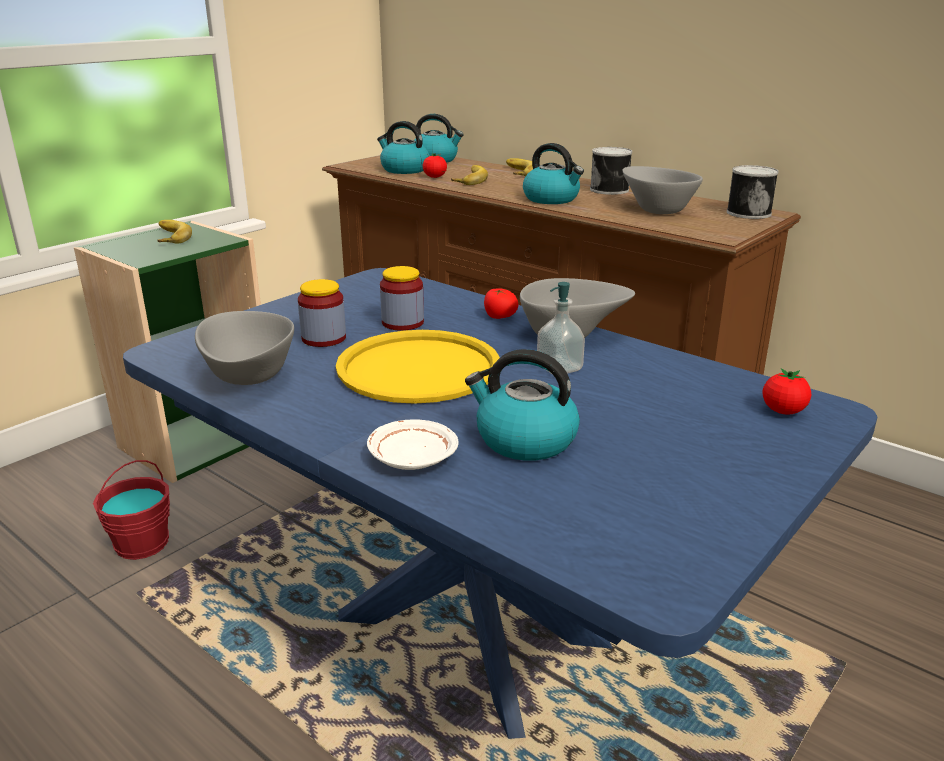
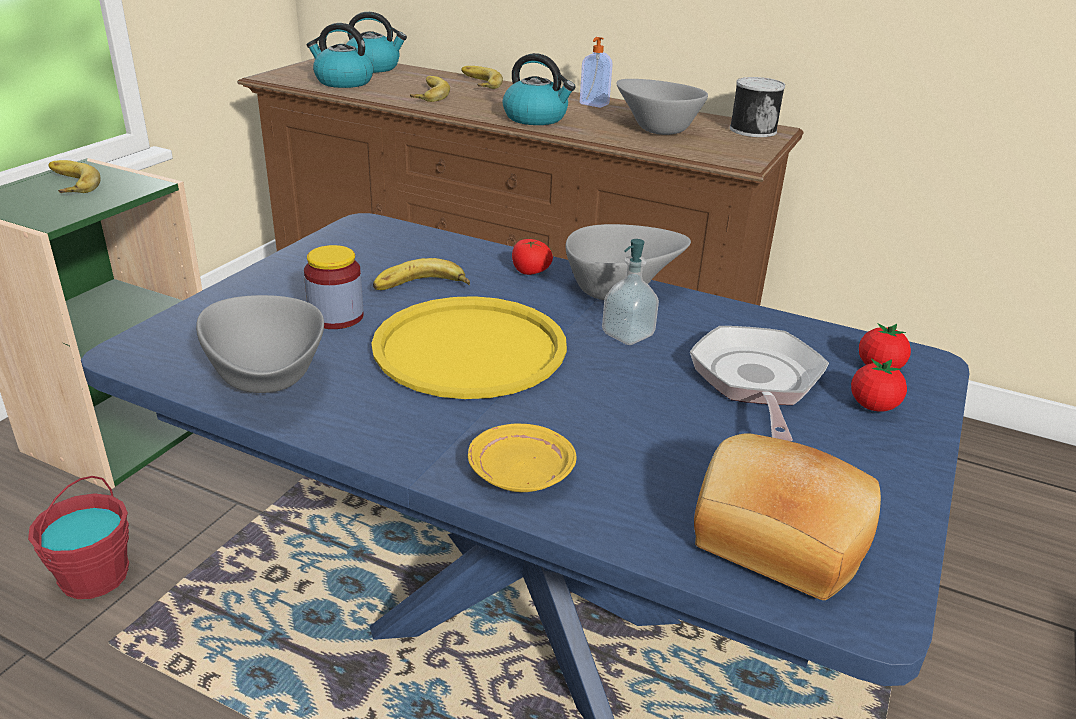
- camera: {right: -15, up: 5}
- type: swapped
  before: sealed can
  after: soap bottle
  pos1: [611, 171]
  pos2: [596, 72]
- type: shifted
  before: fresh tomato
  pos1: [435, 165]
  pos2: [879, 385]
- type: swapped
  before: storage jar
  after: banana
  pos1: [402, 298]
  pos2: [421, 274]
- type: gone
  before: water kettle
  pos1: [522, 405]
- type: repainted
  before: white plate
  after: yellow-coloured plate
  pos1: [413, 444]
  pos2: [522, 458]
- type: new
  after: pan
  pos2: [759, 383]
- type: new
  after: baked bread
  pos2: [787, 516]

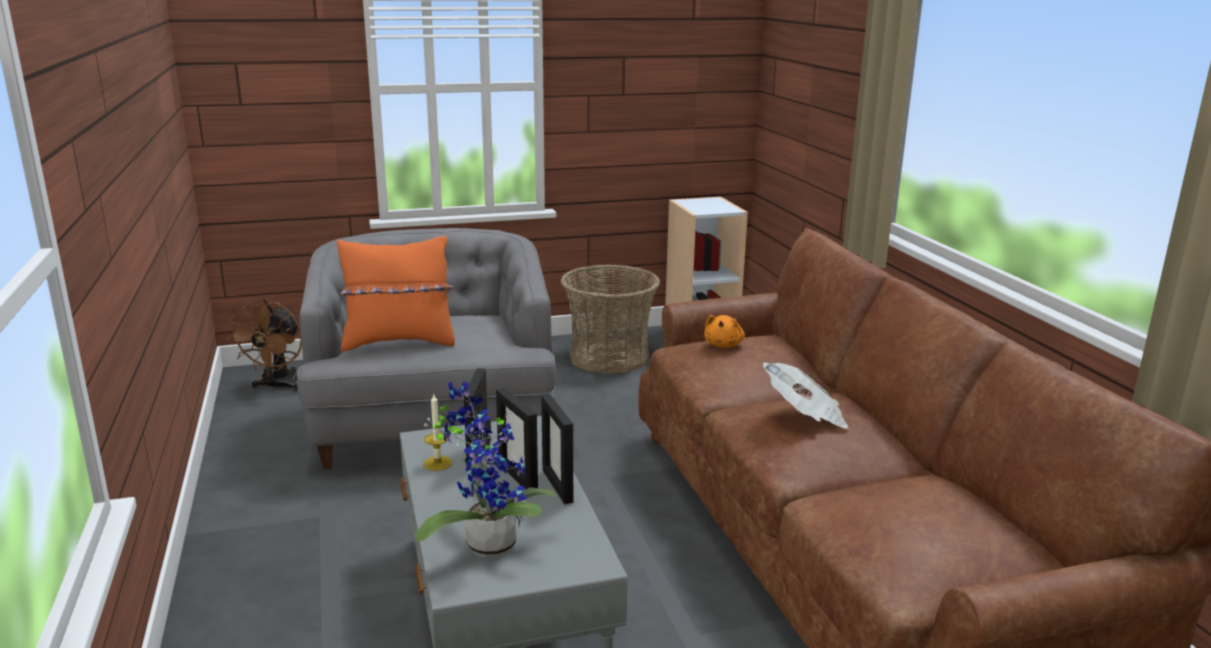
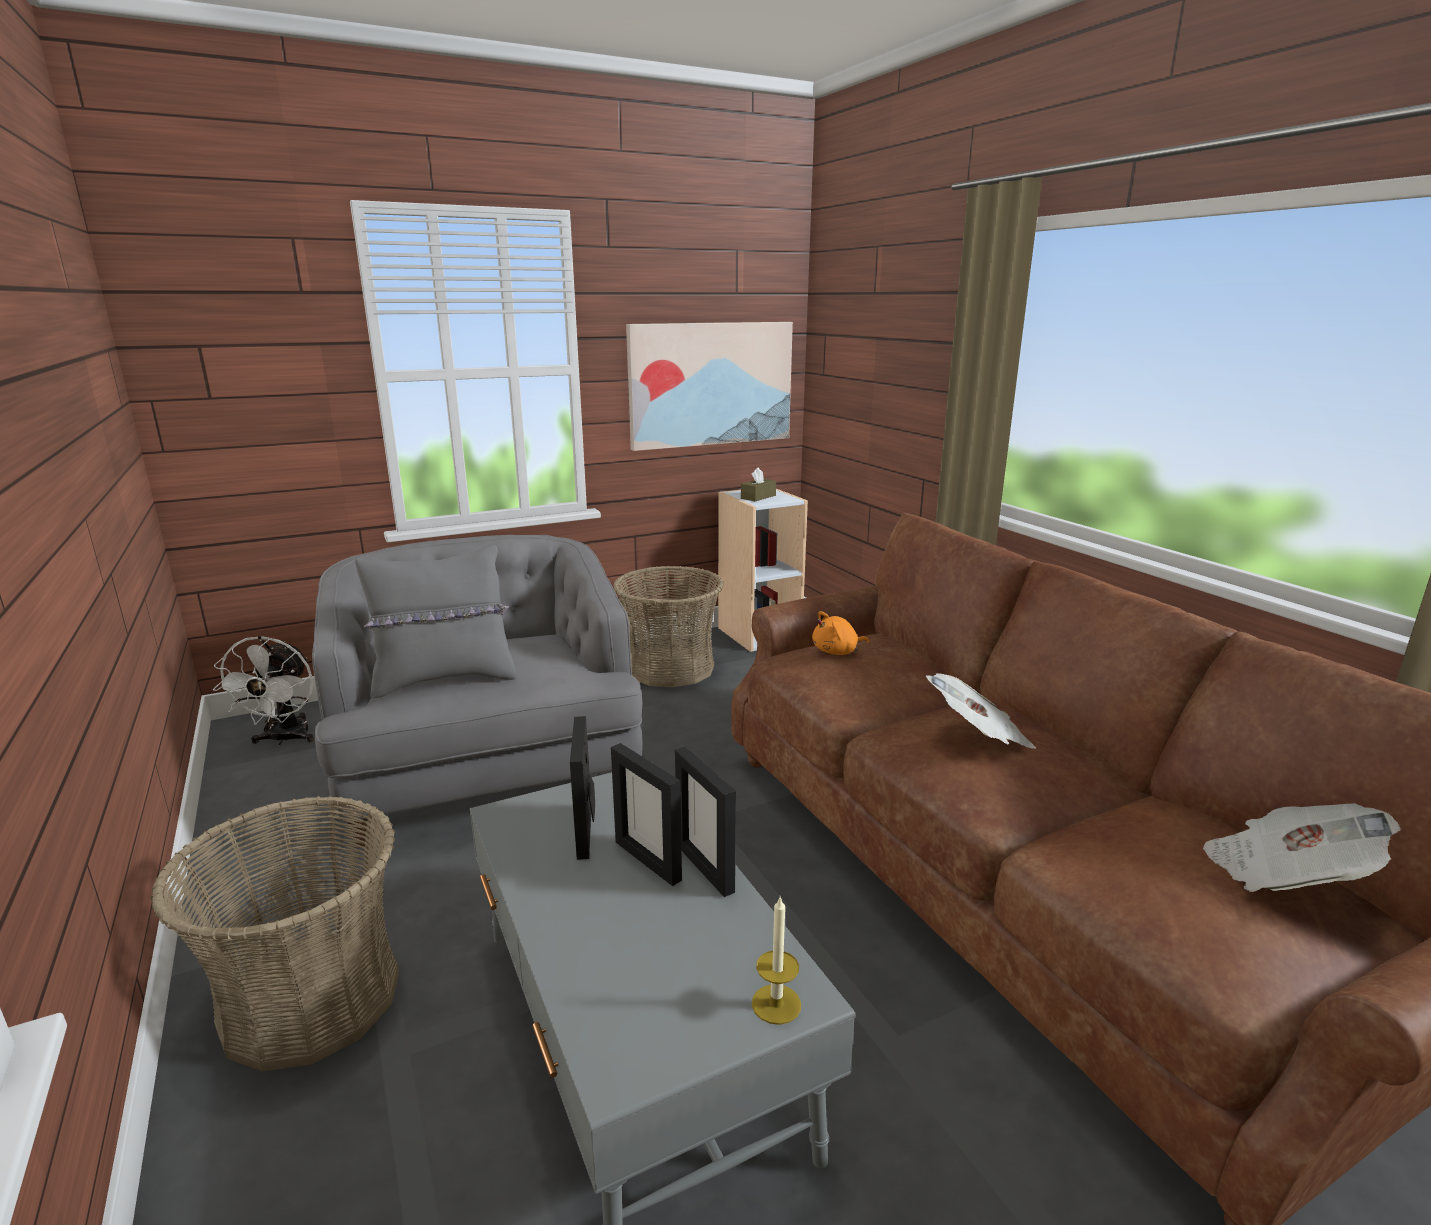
- camera: {right: -10, up: 0}
- type: repainted
  before: orangey pillow
  after: grey pillow
  pos1: [396, 293]
  pos2: [435, 622]
- type: repainted
  before: brown fan
  after: white fan
  pos1: [264, 345]
  pos2: [263, 690]
- type: rotated
  before: orangey plush toy
  pos1: [724, 331]
  pos2: [840, 633]
  turn: 60
- type: gone
  before: houseplant
  pos1: [486, 469]
- type: shifted
  before: wax candle
  pos1: [437, 432]
  pos2: [776, 961]
- type: new
  after: wall picture
  pos2: [709, 386]
- type: new
  after: brown tissue box
  pos2: [758, 484]
- type: new
  after: household basket
  pos2: [275, 934]
- type: new
  after: daily paper
  pos2: [1302, 847]

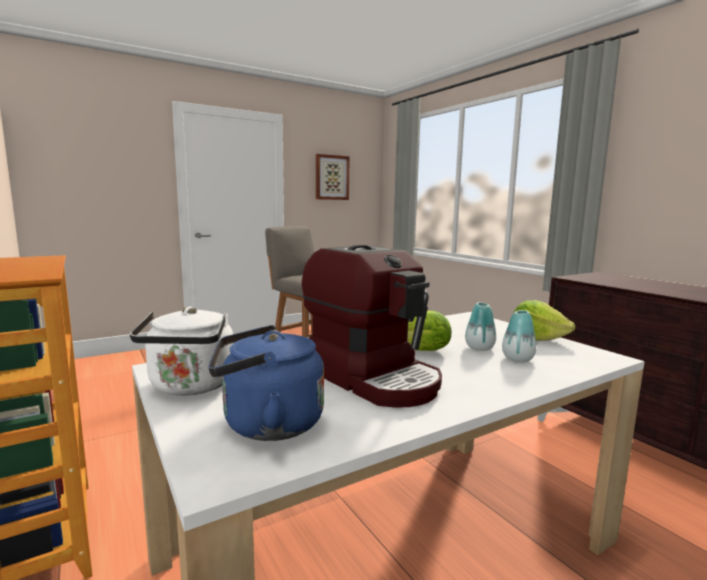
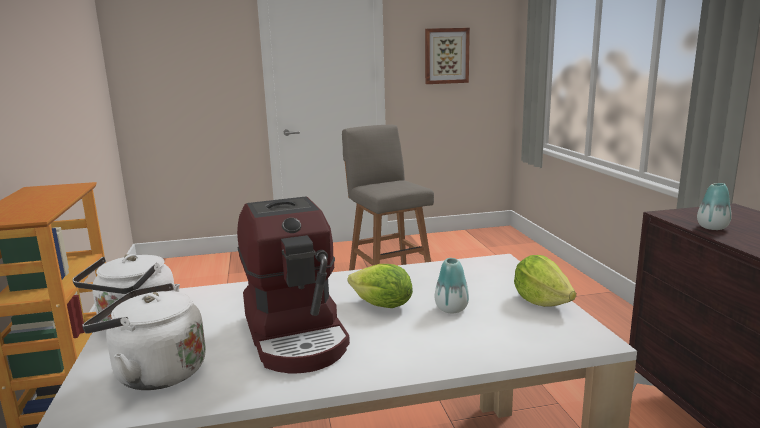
- camera: {right: 20, up: 5}
- type: shifted
  before: decorative vase
  pos1: [519, 336]
  pos2: [714, 206]
- type: repainted
  before: bluish water kettle
  after: white water kettle
  pos1: [266, 383]
  pos2: [144, 336]

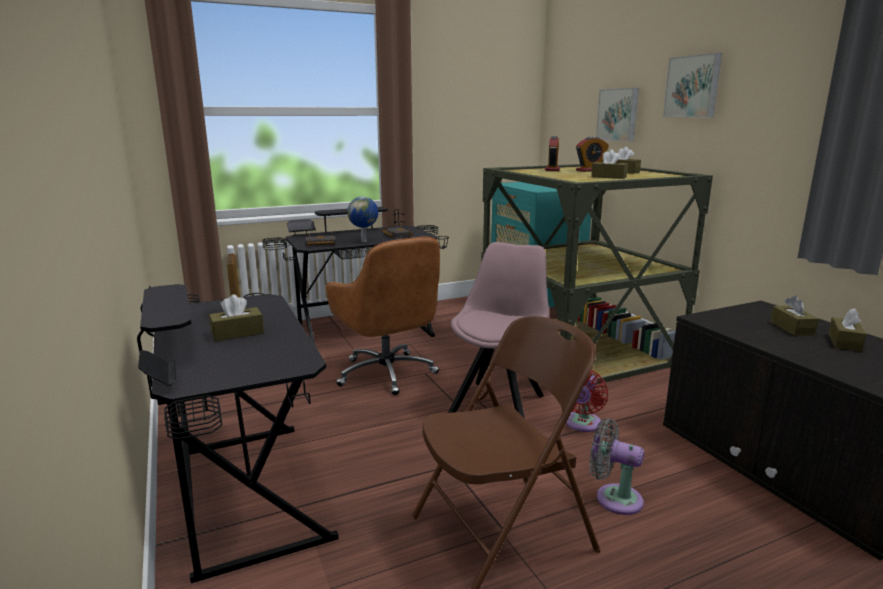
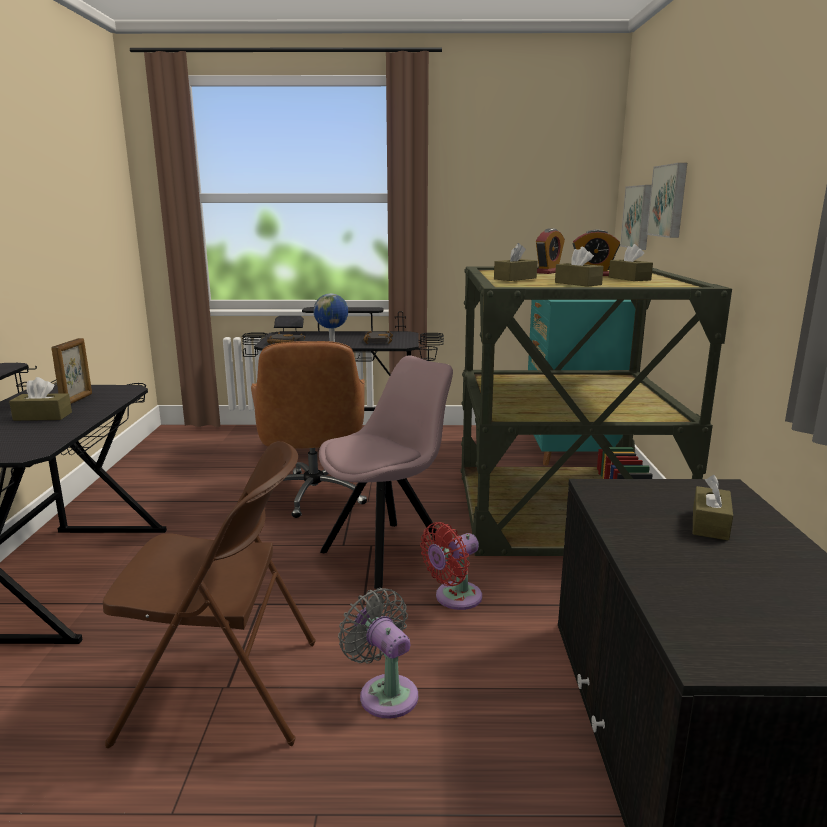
- camera: {right: 25, up: 0}
- type: shifted
  before: wall picture
  pos1: [692, 85]
  pos2: [636, 217]
- type: shifted
  before: brown tissue box
  pos1: [847, 330]
  pos2: [516, 262]

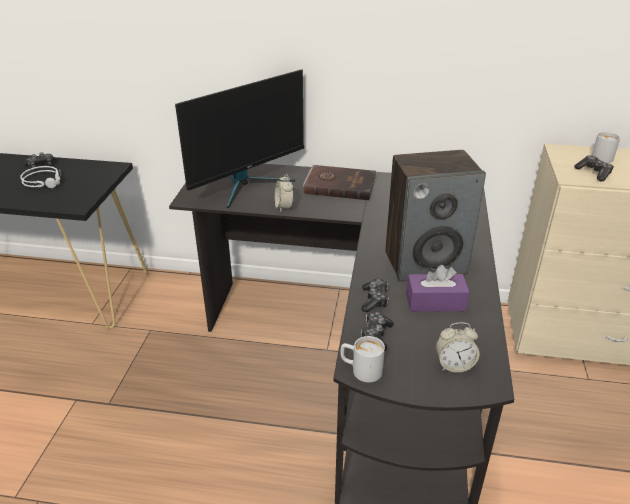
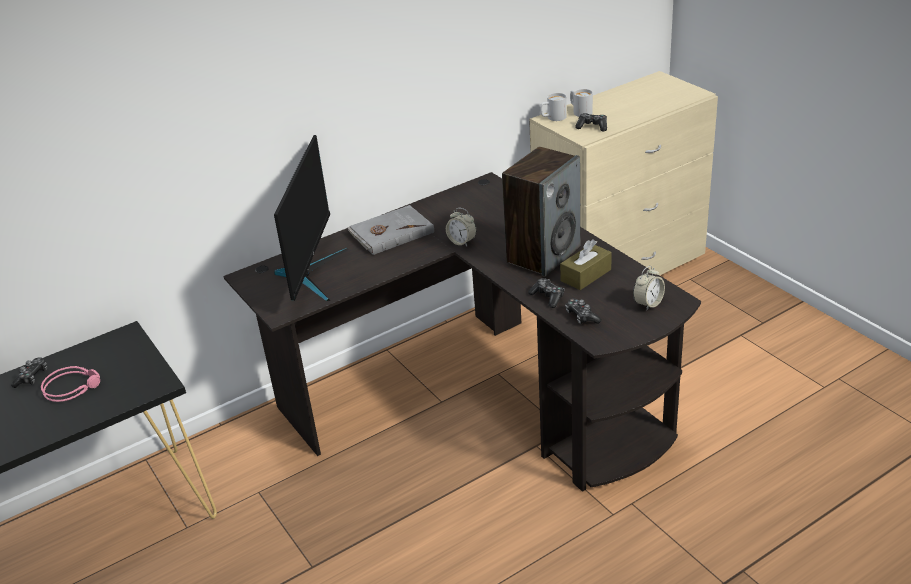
- camera: {right: -40, up: 0}
- type: repainted
  before: brown book
  after: grey book
  pos1: [340, 182]
  pos2: [390, 230]
- type: repainted
  before: grey headphones
  after: pink headphones
  pos1: [40, 177]
  pos2: [70, 384]
- type: shifted
  before: bedside clock
  pos1: [284, 192]
  pos2: [461, 227]
- type: repainted
  before: purplish tissue box
  after: brown tissue box
  pos1: [438, 288]
  pos2: [586, 264]
- type: shifted
  before: white mug
  pos1: [362, 359]
  pos2: [553, 107]

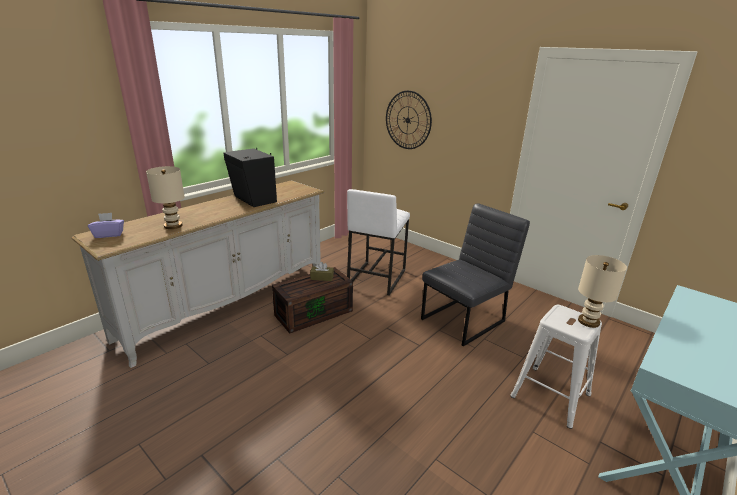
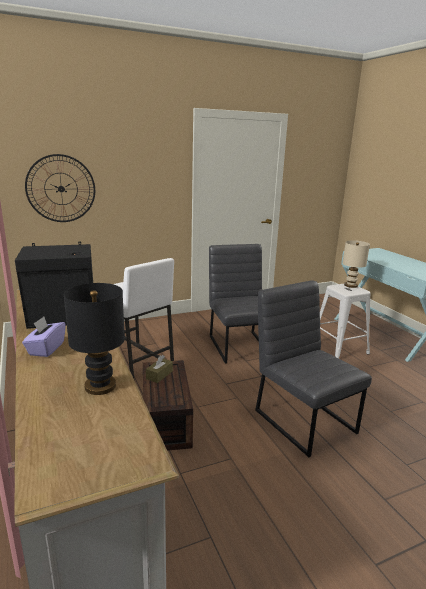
- camera: {right: -65, up: -5}
- type: repainted
  before: beige tabletop lamp
  after: blackish tabletop lamp
  pos1: [165, 197]
  pos2: [94, 339]
- type: shifted
  before: purplish tissue box
  pos1: [106, 225]
  pos2: [44, 336]
- type: new
  after: grey upright chair
  pos2: [313, 368]

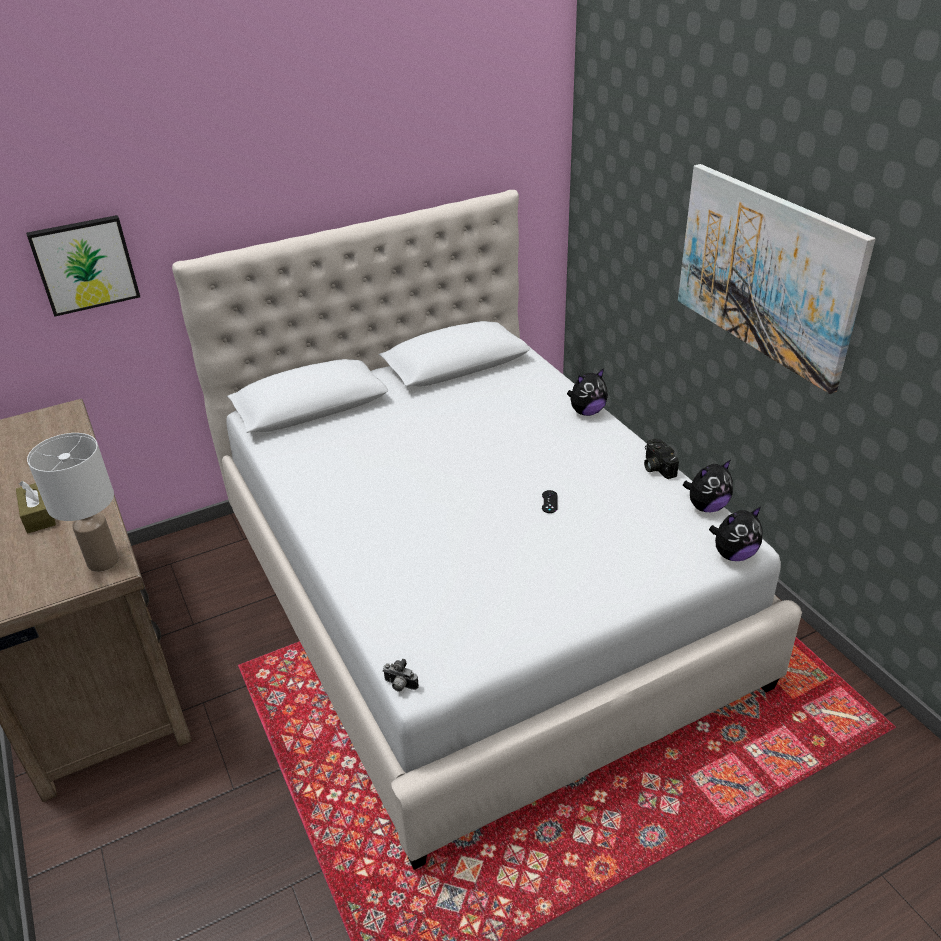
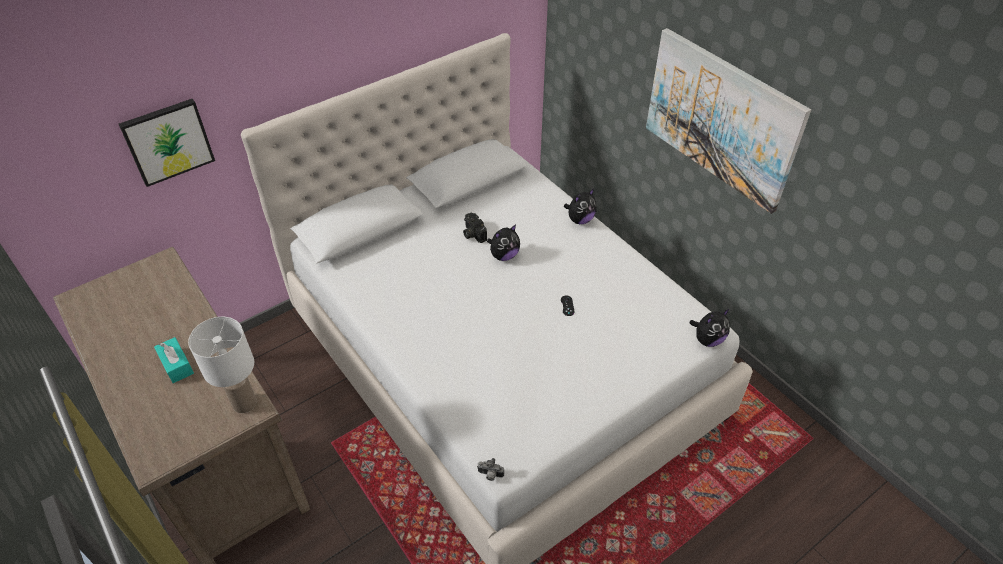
- camera: {right: -10, up: 10}
- type: shifted
  before: photo camera
  pos1: [661, 458]
  pos2: [475, 227]
- type: shifted
  before: plush toy
  pos1: [708, 486]
  pos2: [503, 242]
- type: repainted
  before: brown tissue box
  after: turquoise tissue box
  pos1: [36, 507]
  pos2: [174, 360]

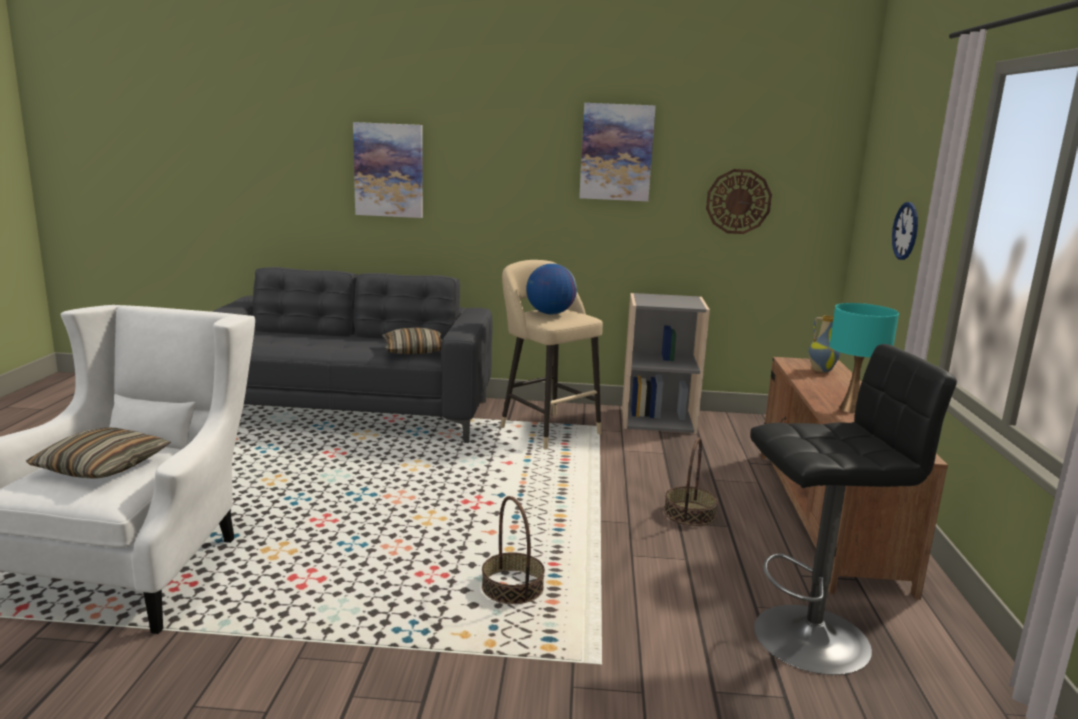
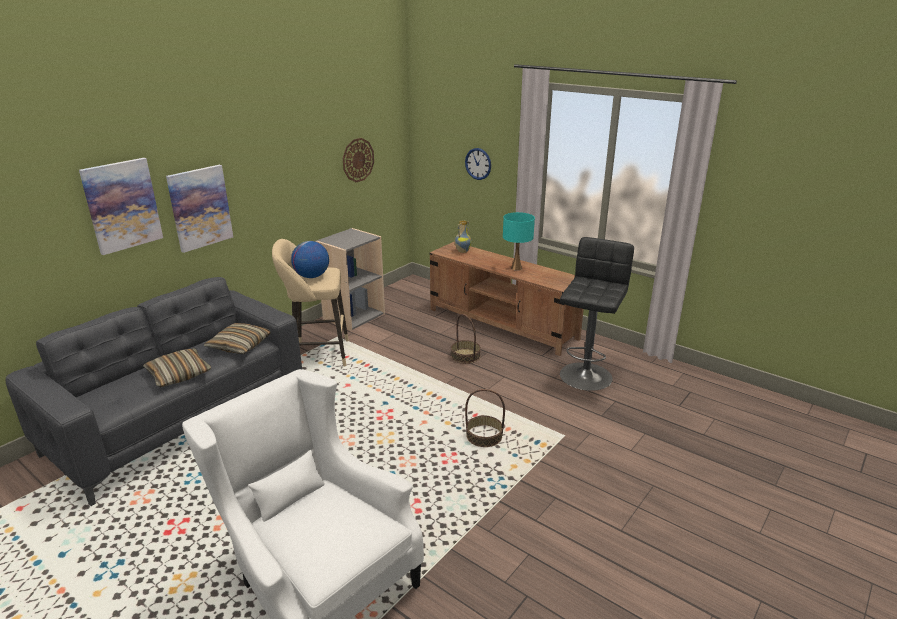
- camera: {right: -55, up: 10}
- type: shifted
  before: wall picture
  pos1: [617, 152]
  pos2: [199, 209]
- type: shifted
  before: pillow
  pos1: [98, 453]
  pos2: [177, 367]

